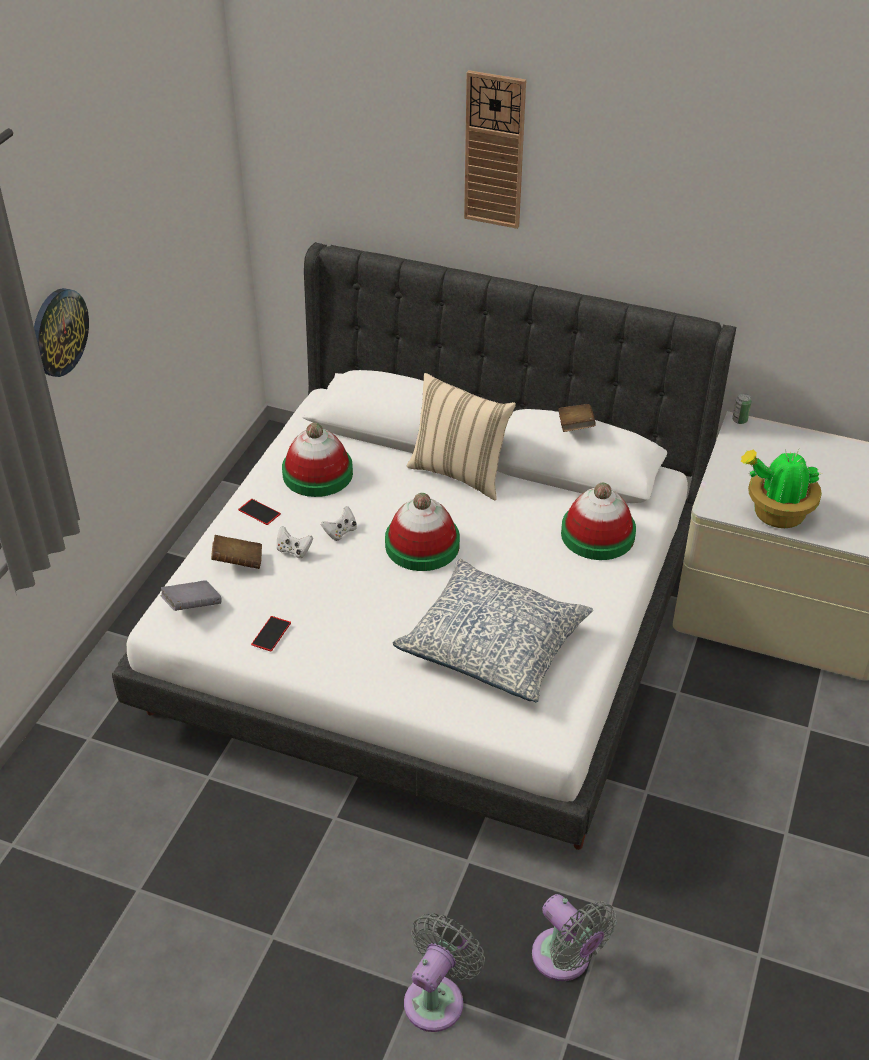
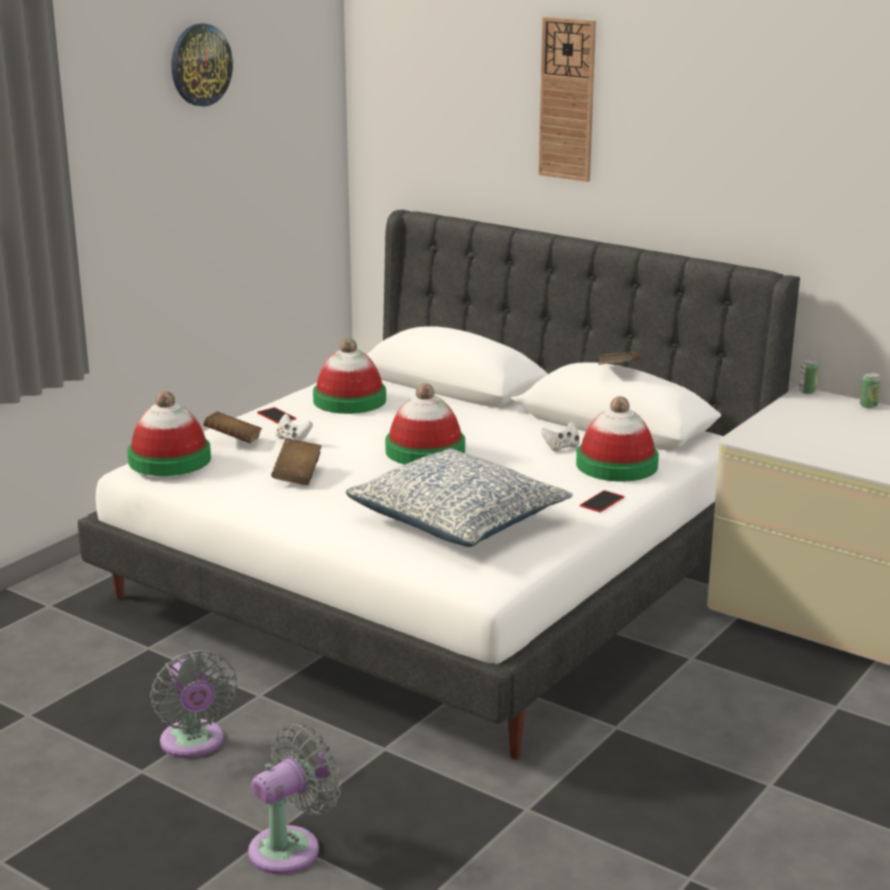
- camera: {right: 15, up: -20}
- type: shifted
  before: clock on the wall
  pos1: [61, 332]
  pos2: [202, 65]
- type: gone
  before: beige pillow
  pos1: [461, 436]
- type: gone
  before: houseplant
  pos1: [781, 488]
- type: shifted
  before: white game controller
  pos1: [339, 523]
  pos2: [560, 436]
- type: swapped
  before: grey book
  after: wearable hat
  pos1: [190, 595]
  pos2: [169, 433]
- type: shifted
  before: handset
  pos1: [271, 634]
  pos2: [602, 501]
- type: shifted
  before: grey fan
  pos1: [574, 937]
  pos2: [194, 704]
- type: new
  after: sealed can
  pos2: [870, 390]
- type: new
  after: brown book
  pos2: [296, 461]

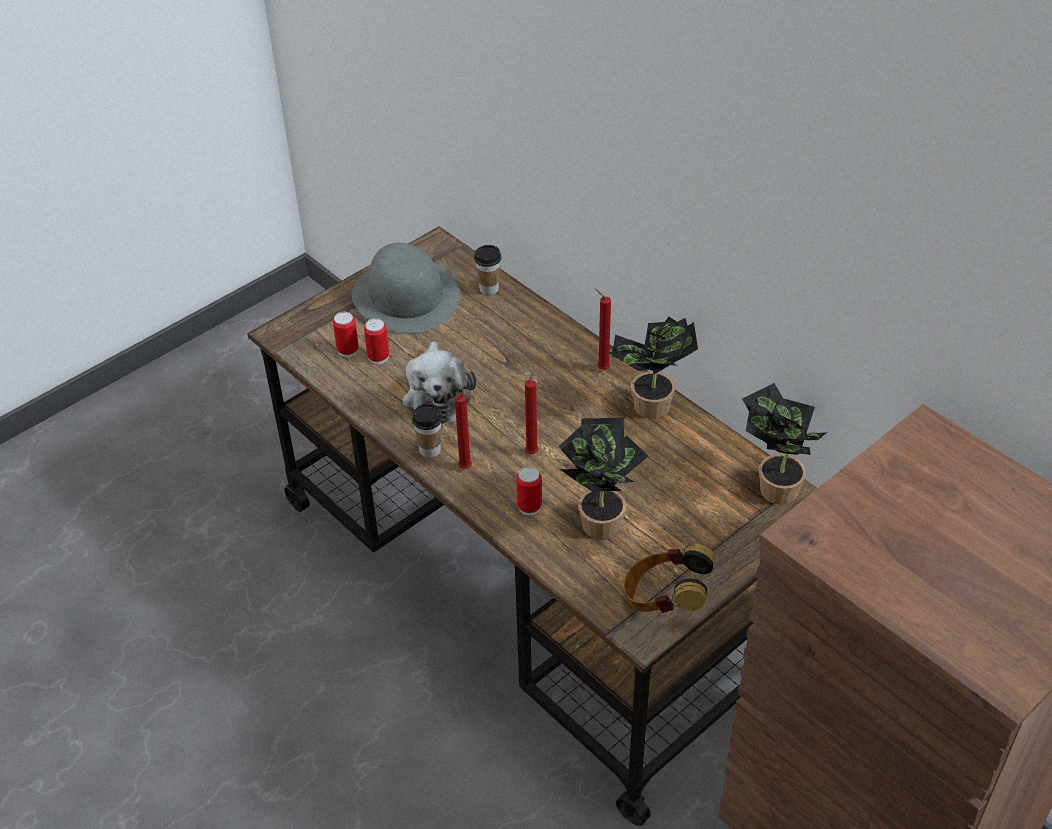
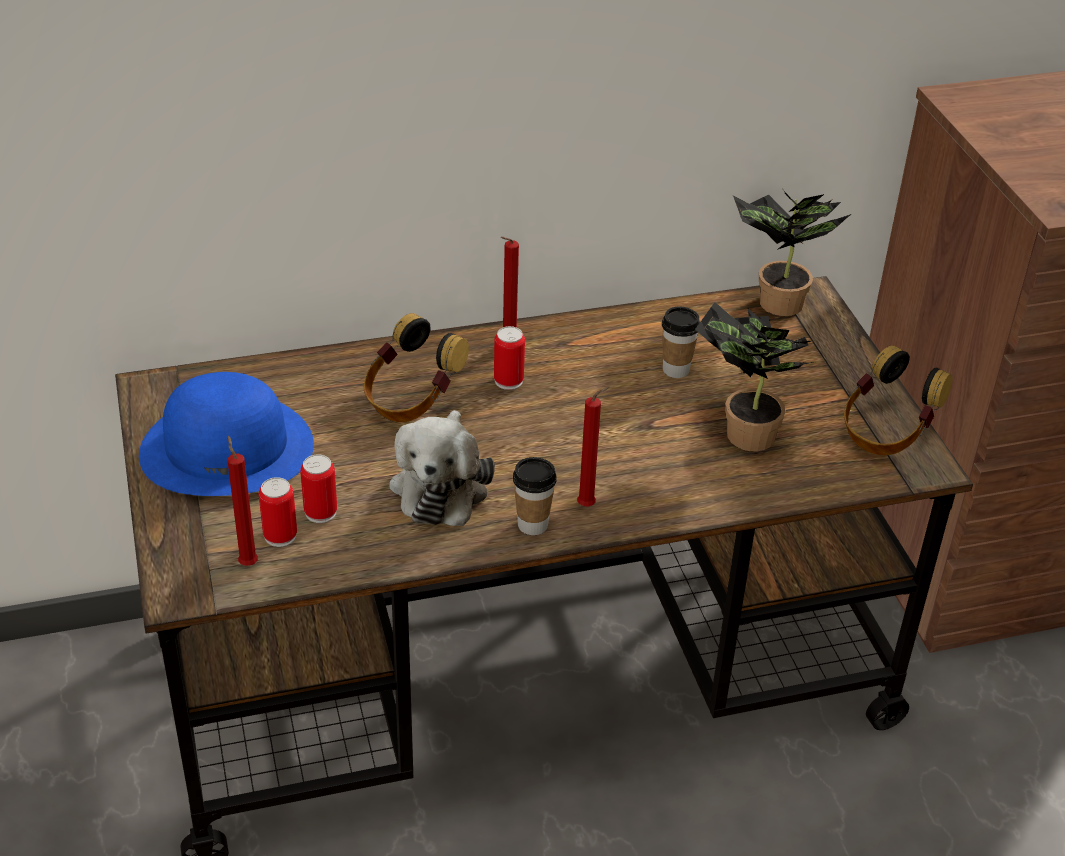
- camera: {right: -65, up: -5}
- type: repainted
  before: grey wearable hat
  after: bluish wearable hat
  pos1: [406, 288]
  pos2: [226, 434]
- type: shifted
  before: cup
  pos1: [487, 270]
  pos2: [681, 342]
- type: gone
  before: houseplant
  pos1: [653, 367]
- type: rotated
  before: plush toy
  pos1: [439, 382]
  pos2: [442, 468]
  turn: 75
- type: shifted
  before: red wax candle
  pos1: [532, 411]
  pos2: [243, 501]
- type: shifted
  before: sealed can
  pos1: [529, 490]
  pos2: [509, 358]
- type: new
  after: headphones
  pos2: [416, 367]

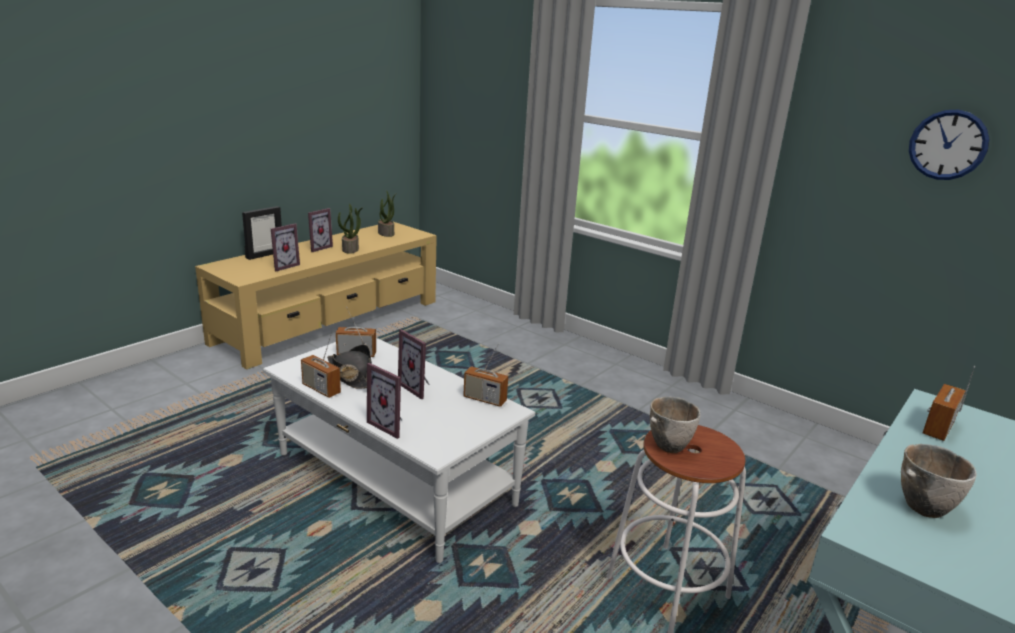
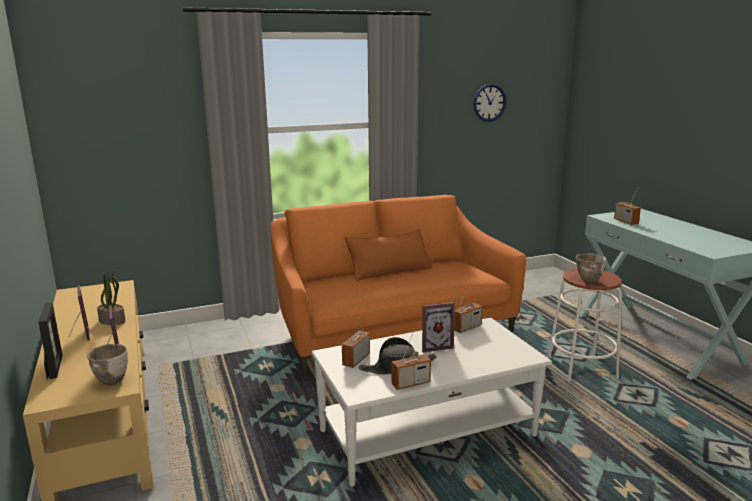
- camera: {right: -60, up: -5}
- type: gone
  before: houseplant
  pos1: [387, 214]
- type: gone
  before: picture frame
  pos1: [384, 401]
- type: shifted
  before: serving bowl
  pos1: [939, 481]
  pos2: [107, 364]
- type: new
  after: orangey settee
  pos2: [398, 286]

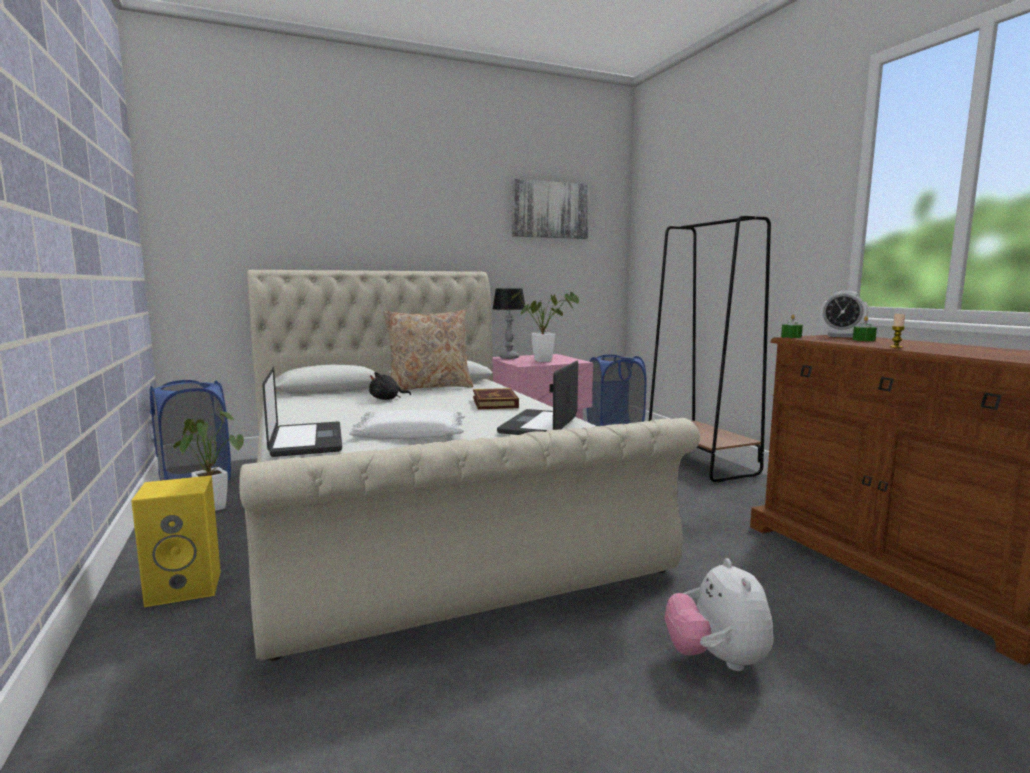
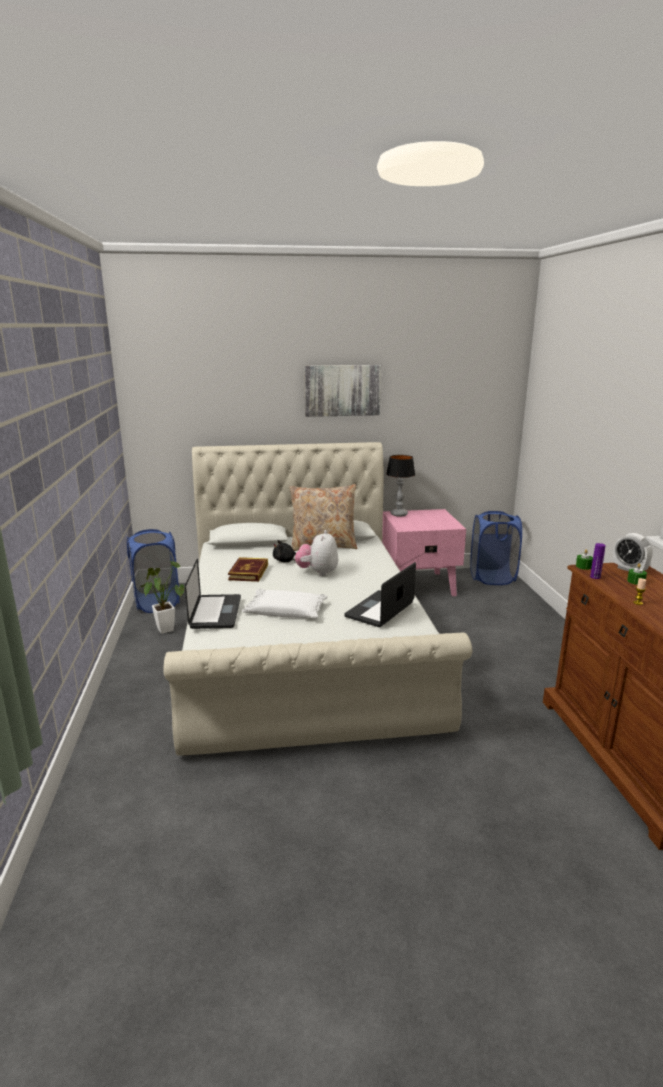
- camera: {right: 15, up: 10}
- type: shifted
  before: wall picture
  pos1: [550, 209]
  pos2: [342, 391]
- type: gone
  before: garment rack
  pos1: [710, 348]
- type: gone
  before: houseplant
  pos1: [545, 326]
- type: shifted
  before: book
  pos1: [496, 398]
  pos2: [248, 569]
- type: gone
  before: yellow-coloured speaker
  pos1: [176, 541]
- type: shifted
  before: plush toy
  pos1: [719, 614]
  pos2: [316, 553]
- type: new
  after: purplish drink bottle
  pos2: [598, 561]

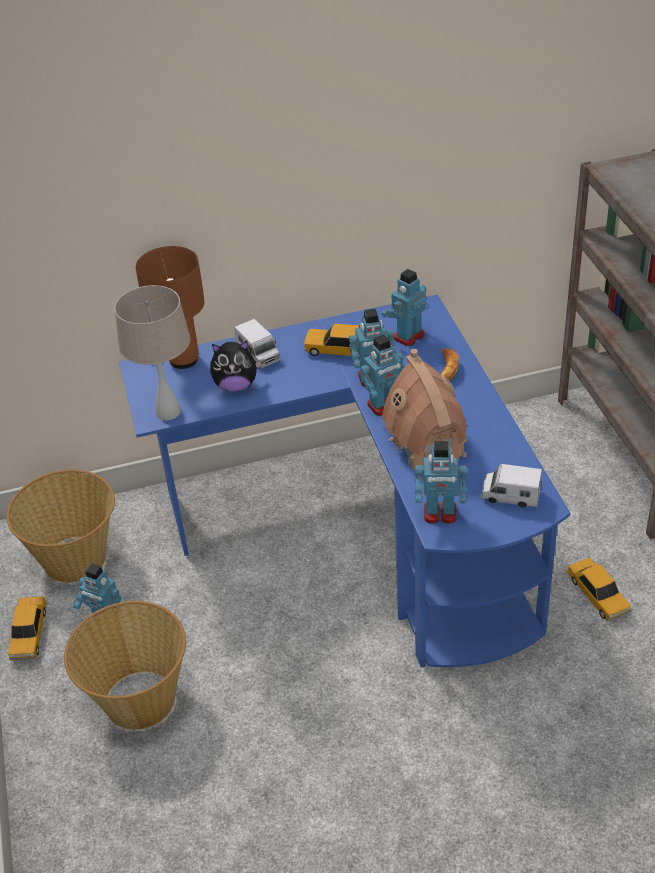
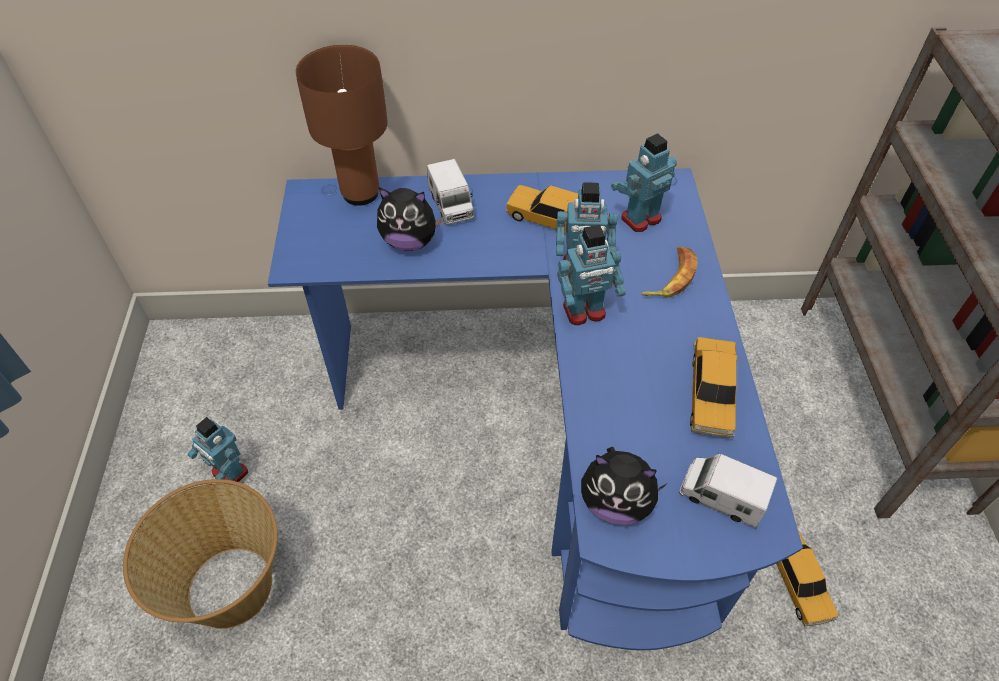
- camera: {right: 10, up: 10}
- type: gone
  before: beige tabletop lamp
  pos1: [152, 353]
- type: gone
  before: model house
  pos1: [424, 409]
- type: swapped
  before: toy robot
  after: plush toy
  pos1: [440, 482]
  pos2: [623, 486]
- type: gone
  before: household basket
  pos1: [60, 526]
- type: shifted
  before: model car
  pos1: [27, 628]
  pos2: [713, 387]

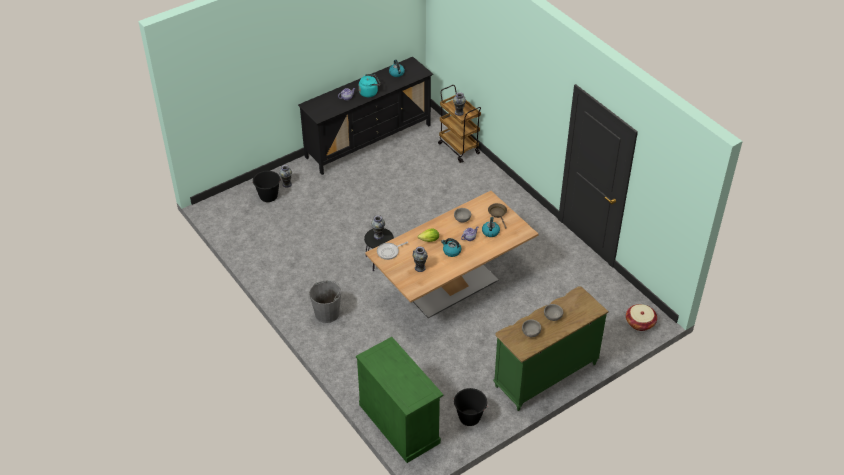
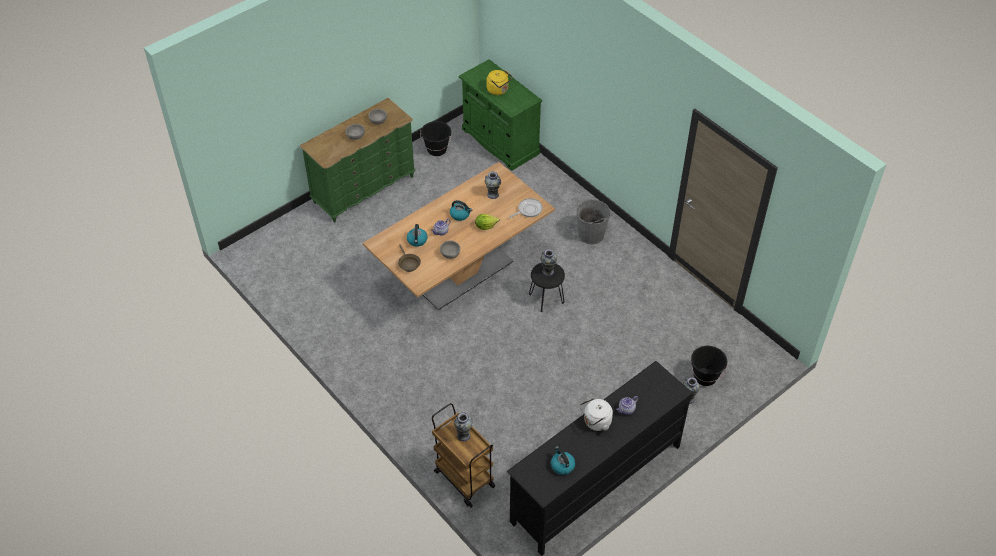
- camera: {right: 175, up: 5}
- type: repainted
  before: turquoise water kettle
  after: white water kettle
  pos1: [369, 85]
  pos2: [596, 414]
- type: gone
  before: household basket
  pos1: [641, 317]
- type: new
  after: yellow-coloured water kettle
  pos2: [499, 82]

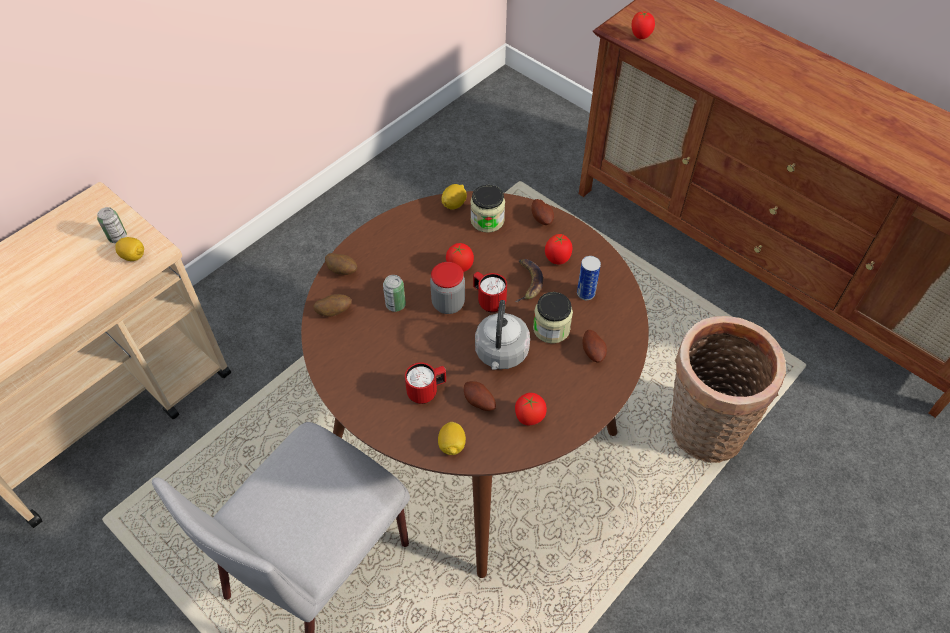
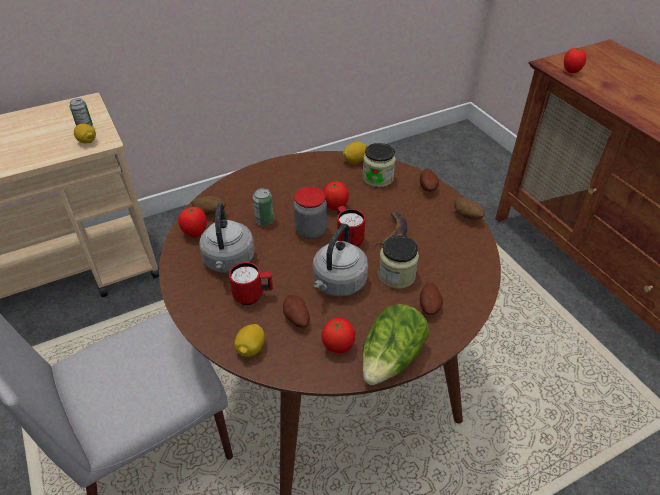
- camera: {right: 20, up: -10}
- type: shifted
  before: fresh tomato
  pos1: [559, 249]
  pos2: [192, 222]
- type: shifted
  before: whole potato
  pos1: [341, 264]
  pos2: [469, 208]
- type: gone
  before: sealed can
  pos1: [589, 278]
- type: gone
  before: household basket
  pos1: [728, 389]
- type: new
  after: grey water kettle
  pos2: [227, 237]
- type: new
  after: lettuce head
  pos2: [396, 344]

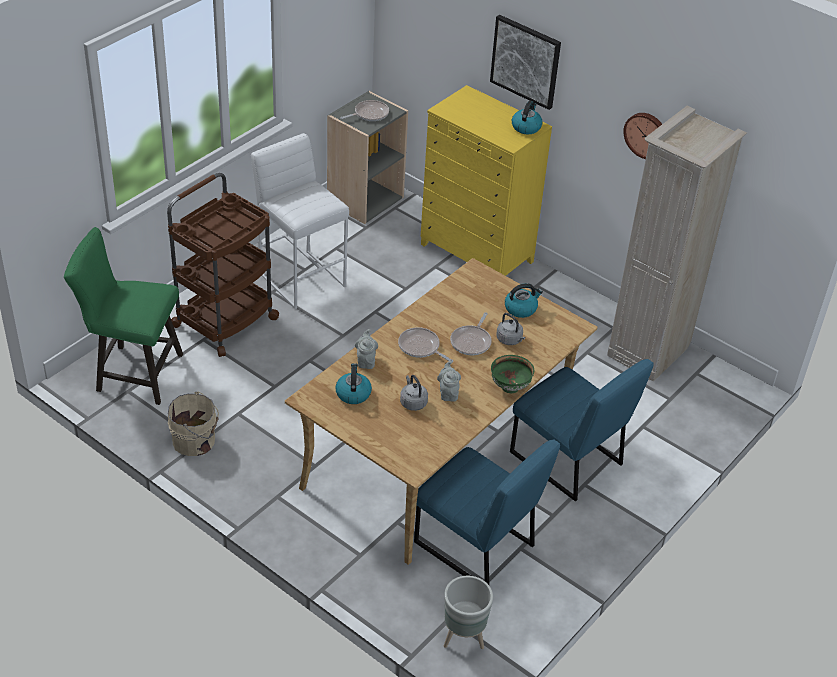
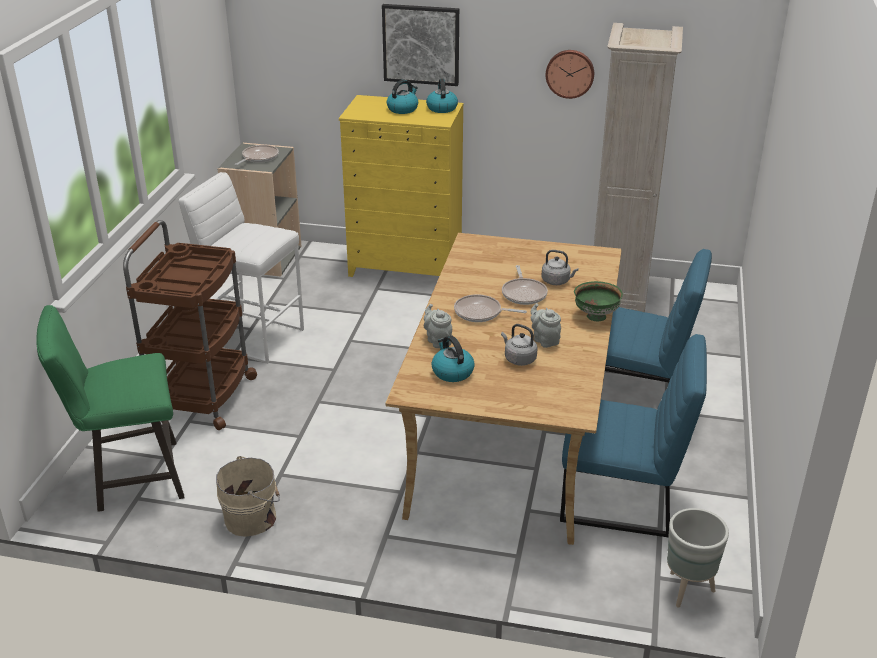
- camera: {right: -25, up: -10}
- type: shifted
  before: water kettle
  pos1: [524, 300]
  pos2: [402, 97]

